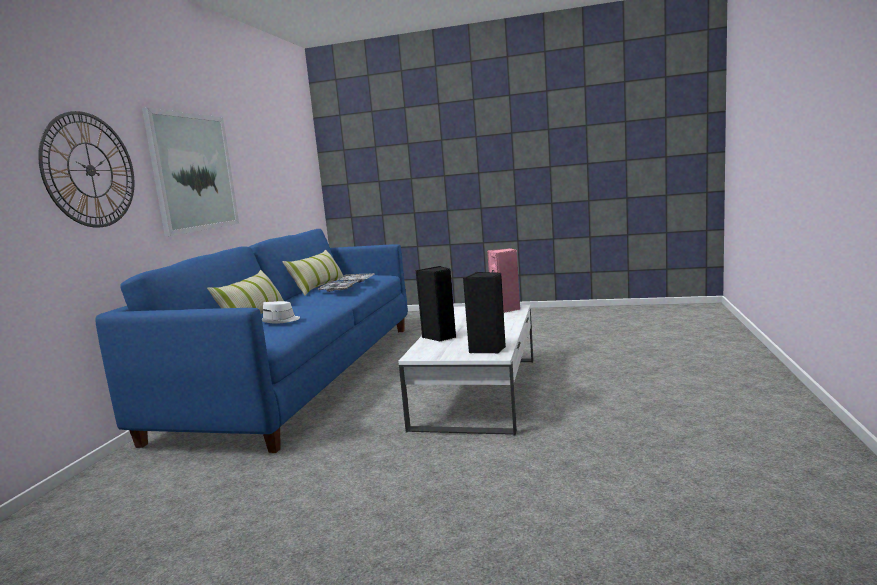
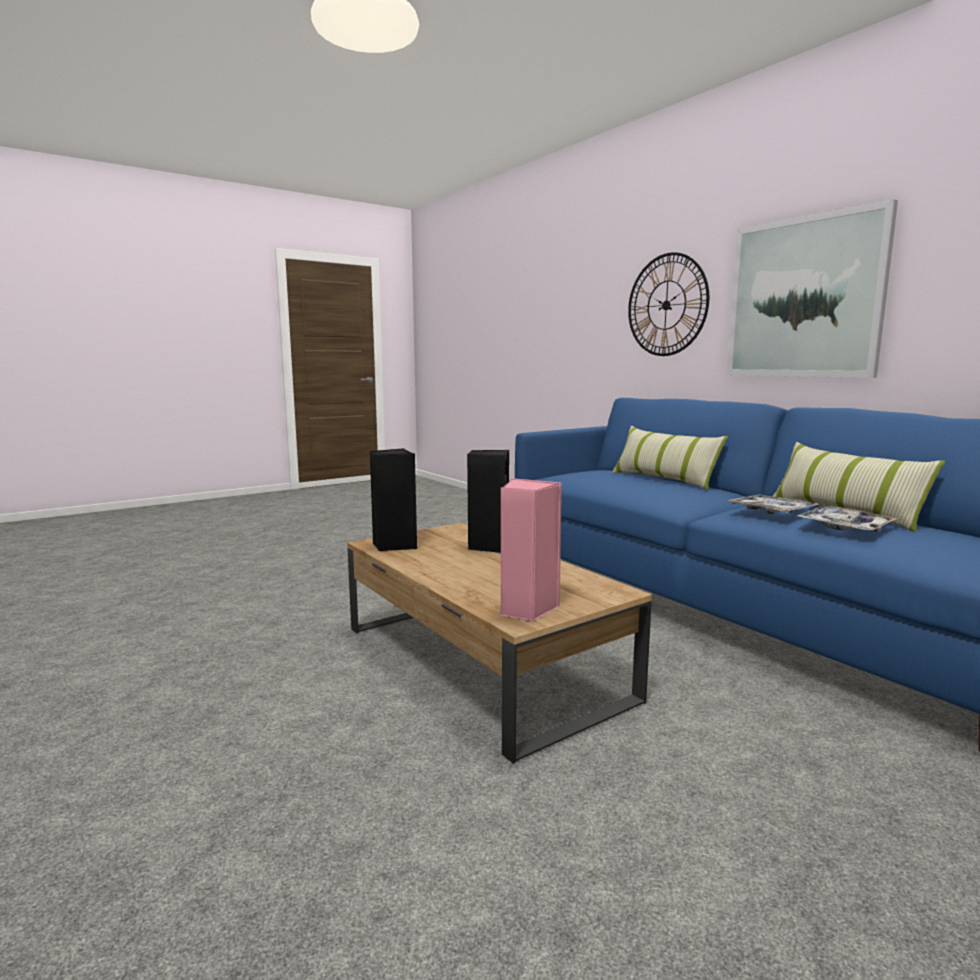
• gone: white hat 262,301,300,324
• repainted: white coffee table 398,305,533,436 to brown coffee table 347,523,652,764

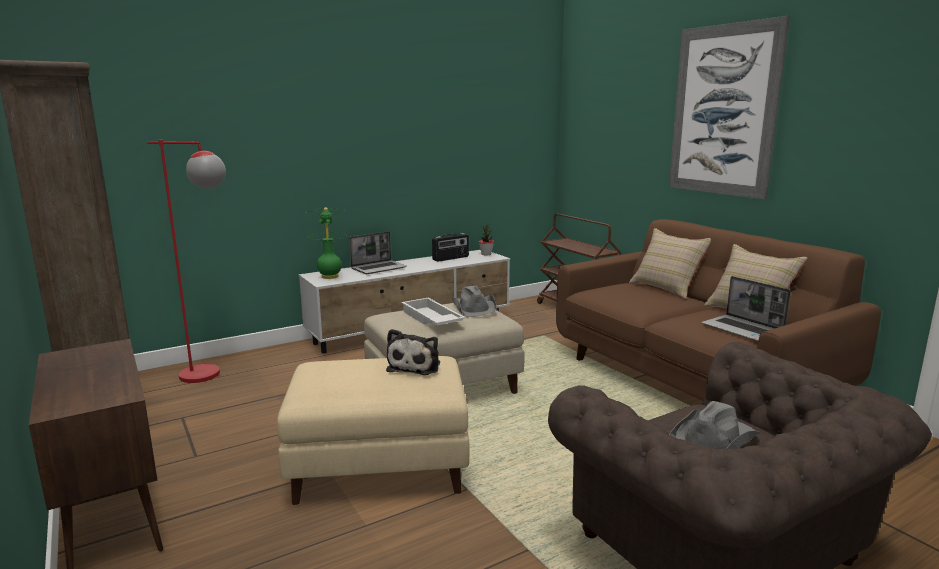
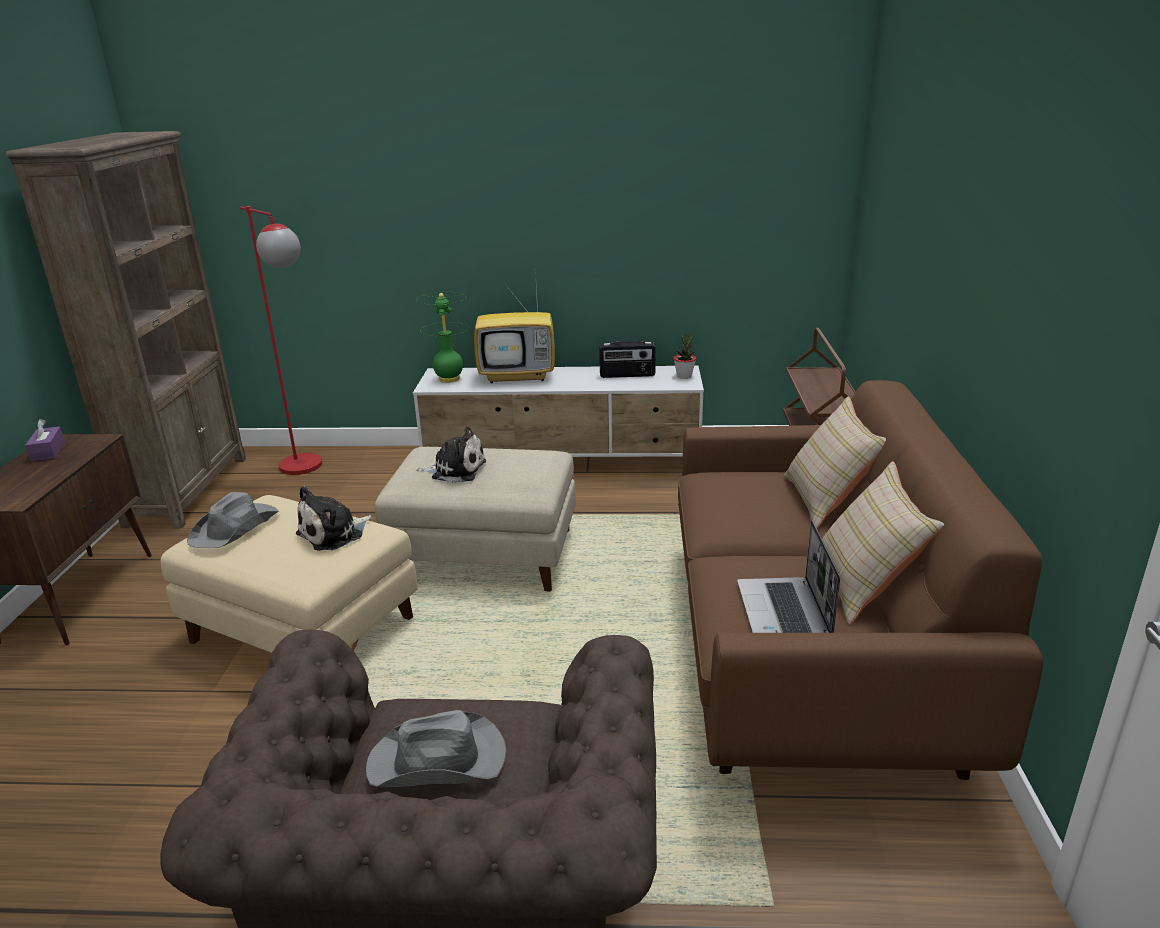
• swapped: laptop 349,231,407,274 to television 474,270,555,383
• swapped: white tray 401,298,465,325 to plush toy 416,427,486,483
• shifted: grey hat 452,286,497,317 to 187,492,279,548
• gone: picture 669,16,790,200
• new: purple tissue box 25,419,65,462

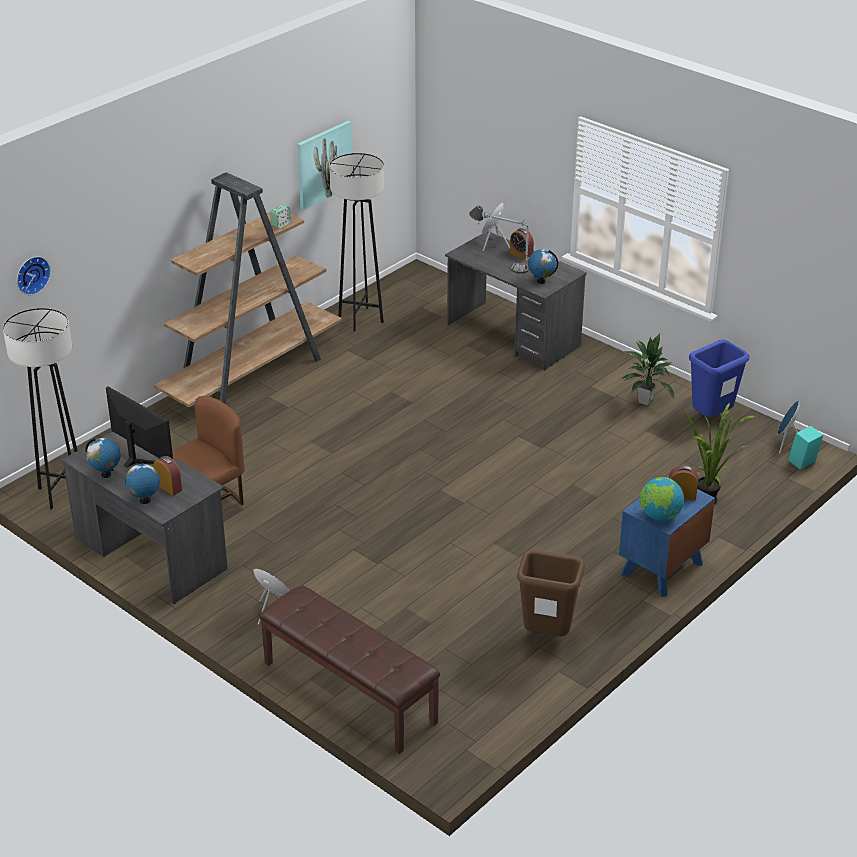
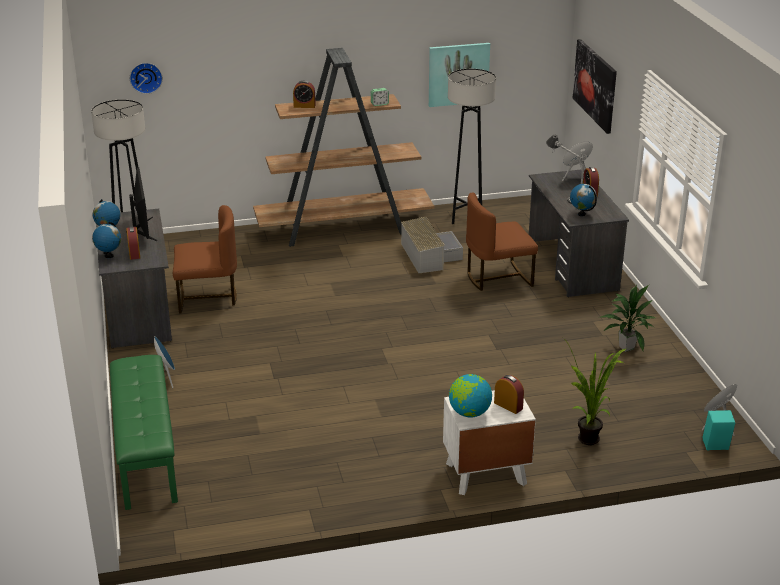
• repainted: brown bench 259,585,440,754 to green bench 110,355,178,510
• gone: brown trash can 517,549,585,636
• repainted: blue nightstand 619,475,715,597 to white nightstand 443,390,536,495
• gone: blue trash can 689,340,749,417
• new: alarm clock 293,81,316,108
• new: grey storage box 401,217,463,273
• new: brown chair 466,192,538,291
• new: picture 573,39,617,134

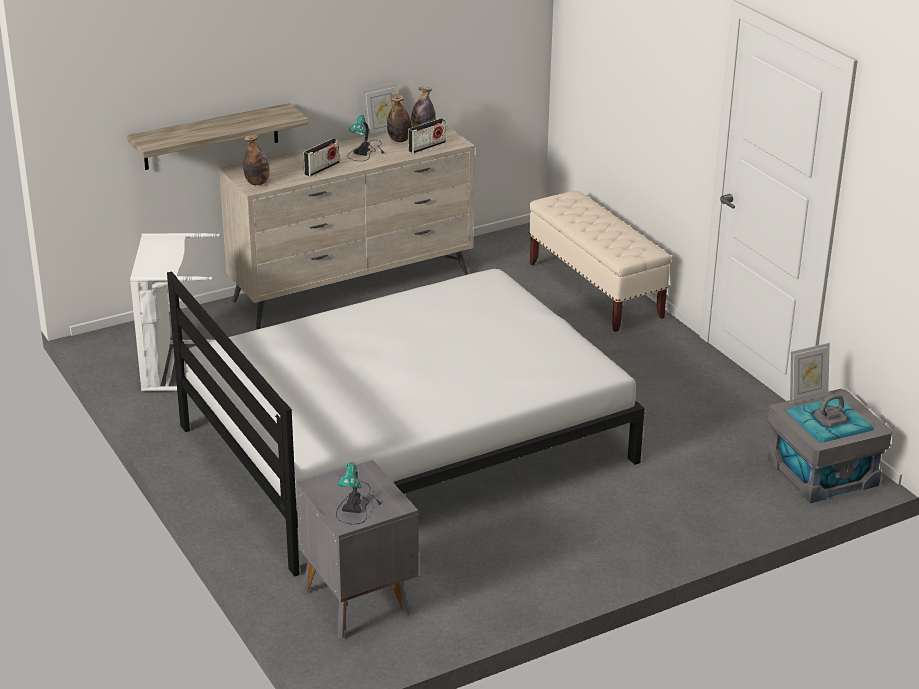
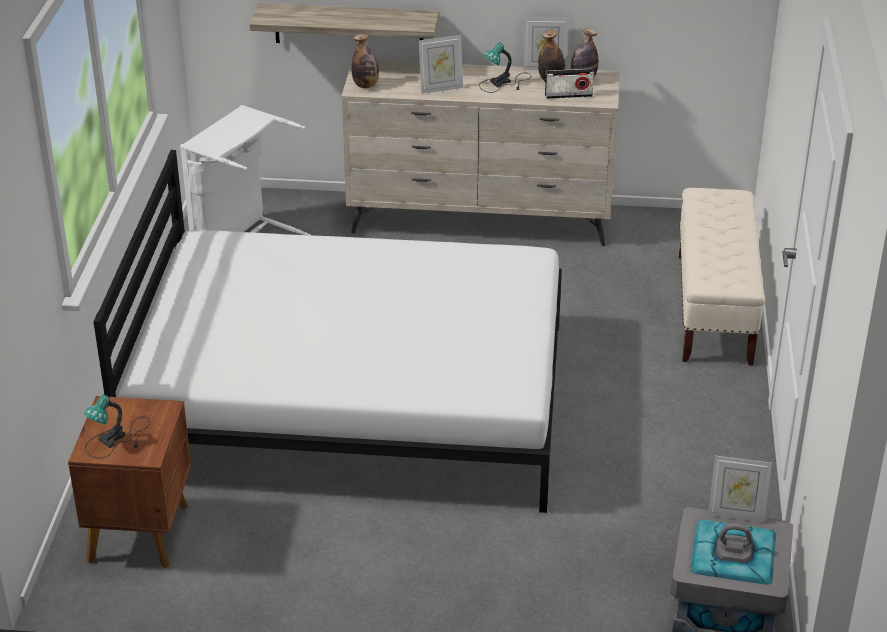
• repainted: grey nightstand 296,460,419,639 to brown nightstand 68,396,191,568
• swapped: radio 303,138,339,177 to picture frame 419,35,463,94

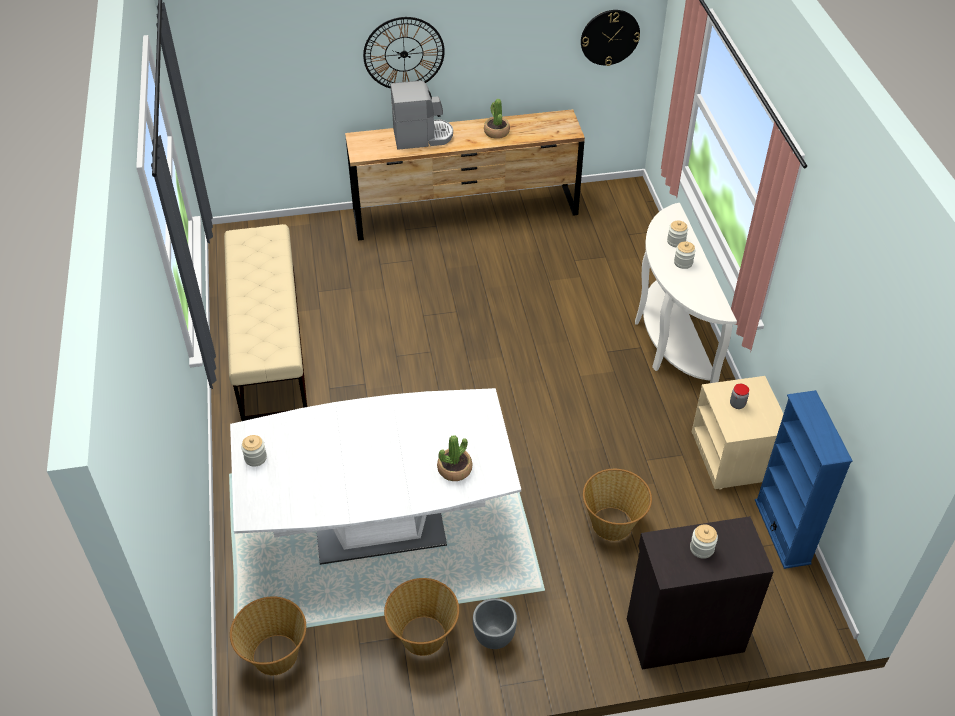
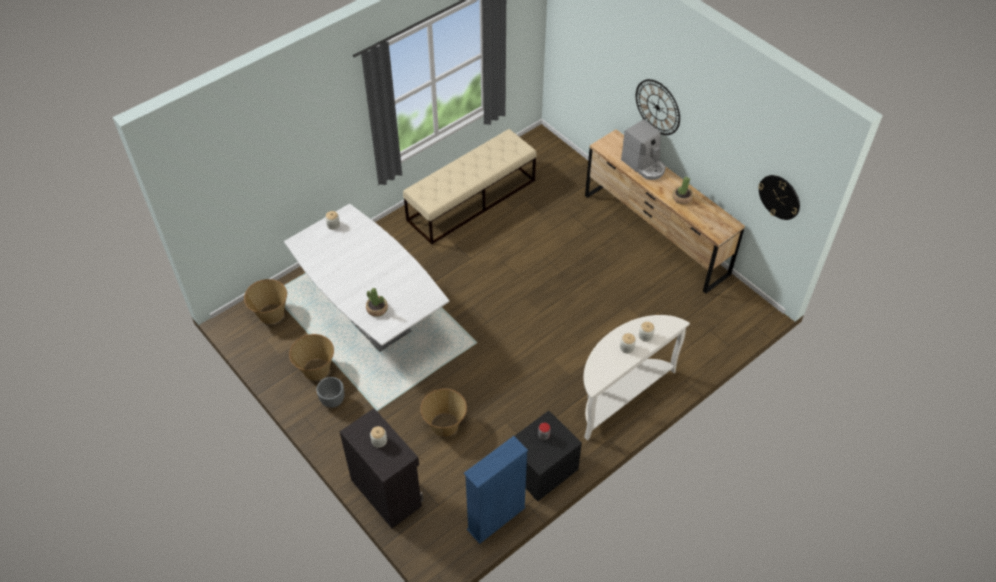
• repainted: beige nightstand 692,376,783,490 to black nightstand 515,410,582,501

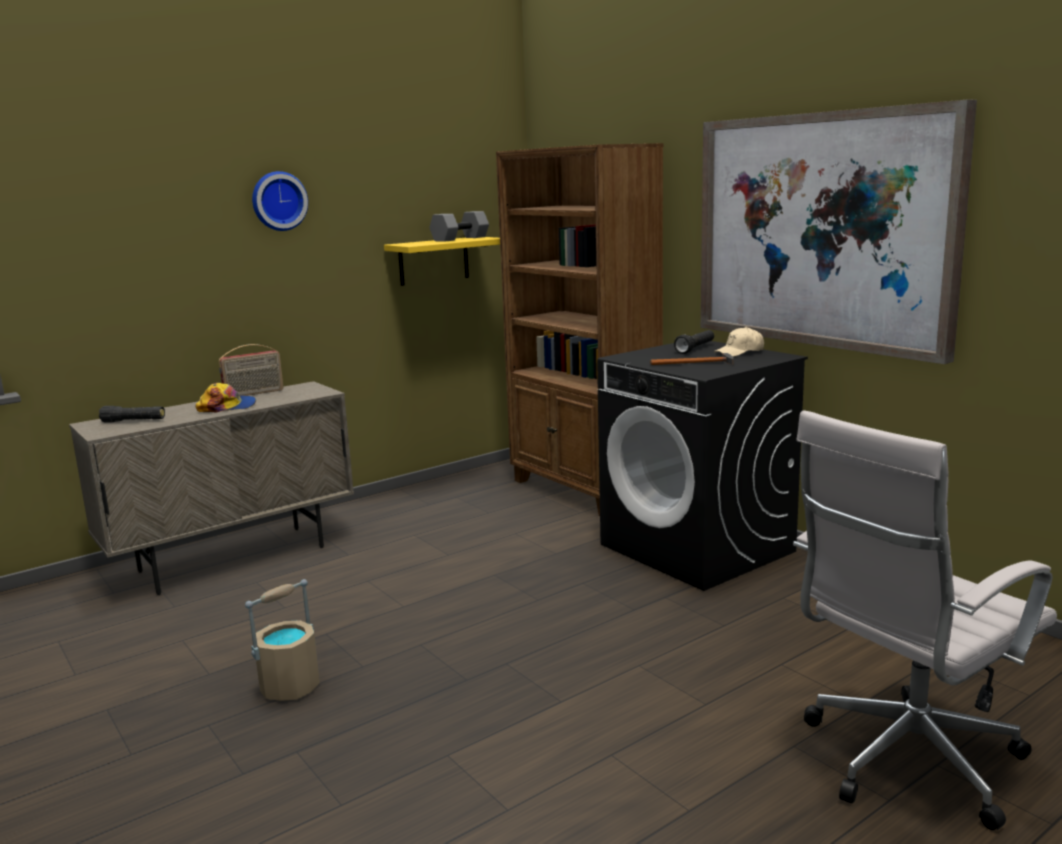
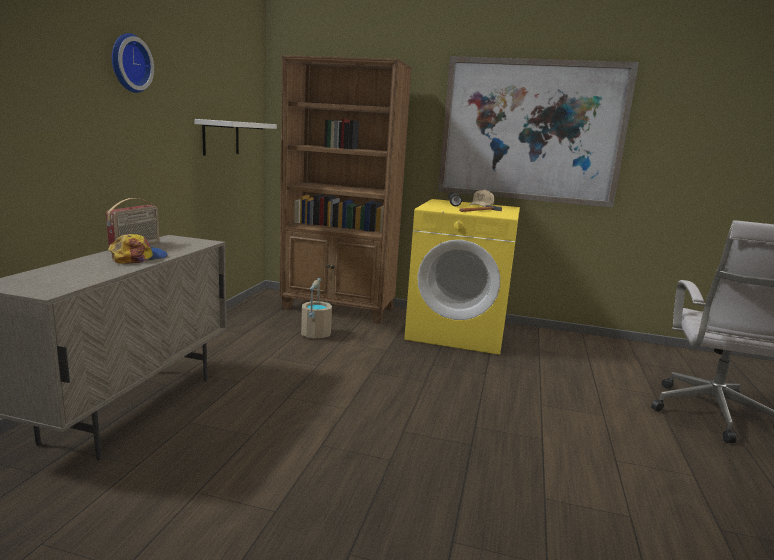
• gone: black flashlight 99,406,165,423
• shifted: beige bucket 245,579,320,701 to 301,278,332,339
• repainted: yellow shelf 384,237,500,286 to white shelf 194,119,277,156
• gone: grey dumbbell 429,211,489,242
• repainted: black washing machine 597,341,808,591 to yellow washing machine 404,199,520,355

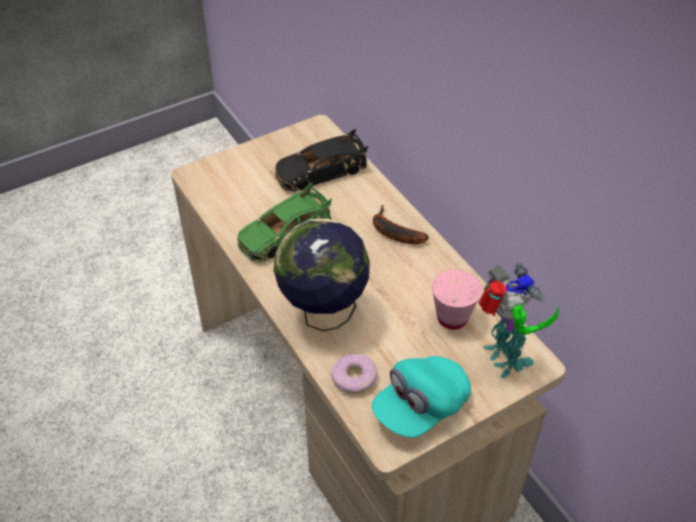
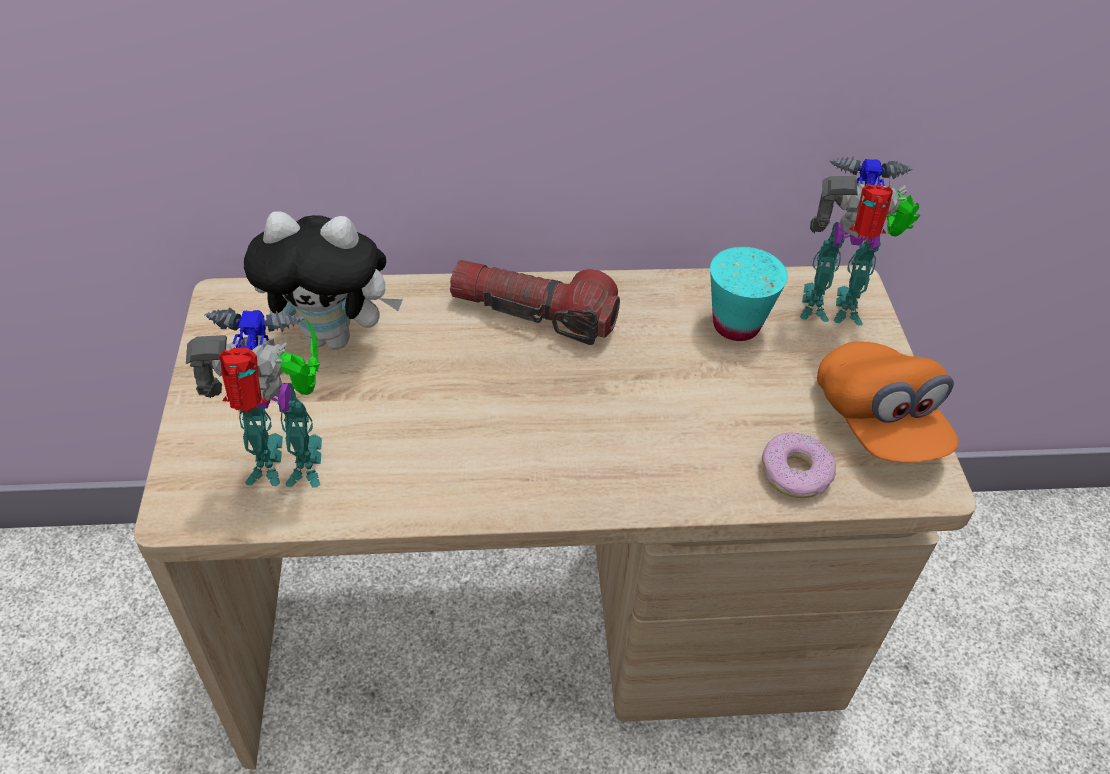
• gone: green toy car 237,183,332,262
• gone: globe 273,219,370,331
• swapped: black toy car 275,129,369,192 to plush toy 244,211,403,350
• repainted: turquoise cap 372,356,471,438 to orange cap 817,341,959,463
• swapped: banana 373,205,429,244 to flashlight 450,260,620,345
• repainted: pink cup 432,269,482,330 to turquoise cup 710,247,788,341
• new: toy robot 186,307,322,488

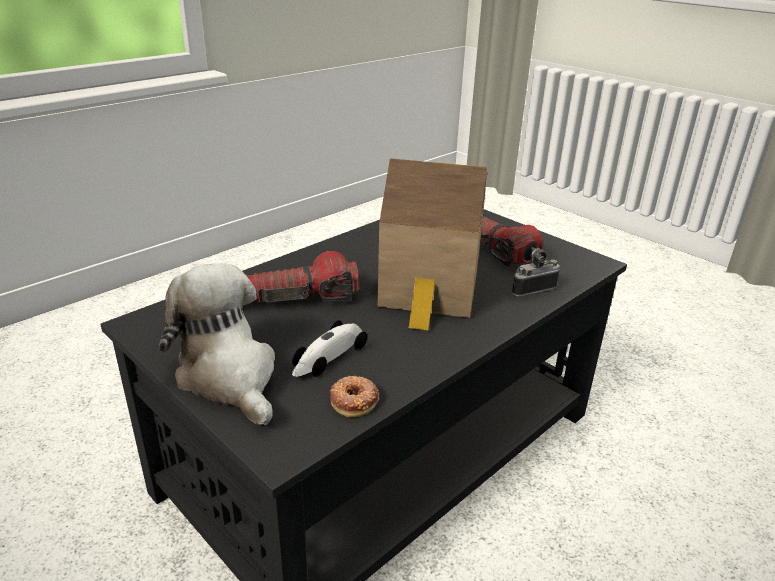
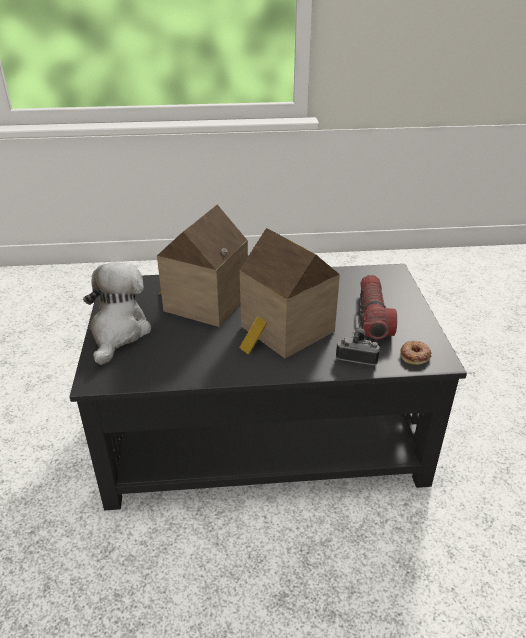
• swapped: flashlight 246,251,359,305 to toy house 157,204,248,327
• gone: toy car 292,320,367,377
• shifted: donut 330,376,379,417 to 400,341,431,365

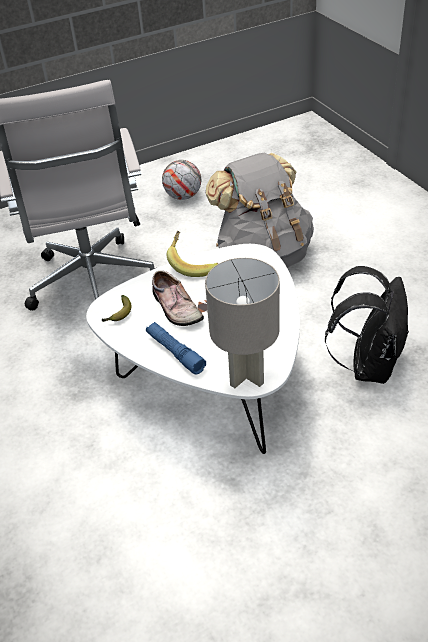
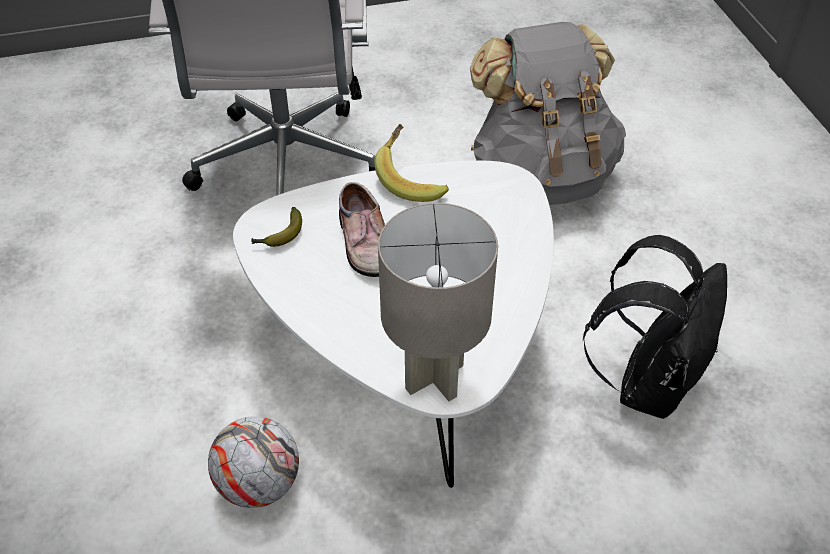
• gone: blue flashlight 146,322,206,375
• shifted: football 162,160,201,200 to 208,416,299,508

